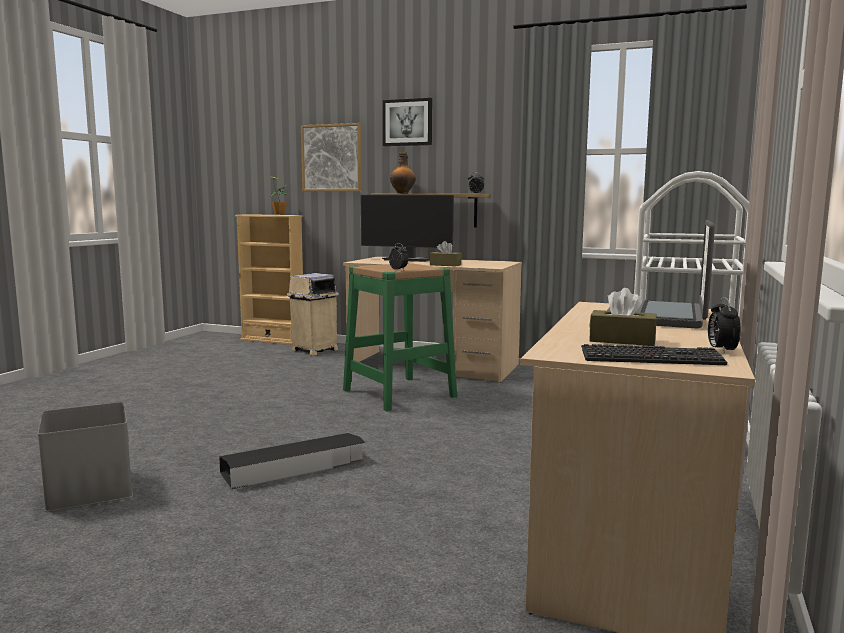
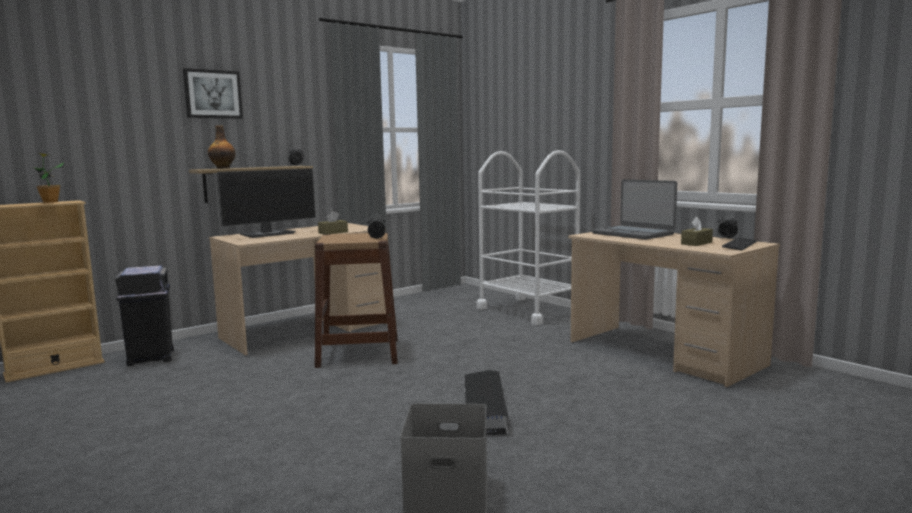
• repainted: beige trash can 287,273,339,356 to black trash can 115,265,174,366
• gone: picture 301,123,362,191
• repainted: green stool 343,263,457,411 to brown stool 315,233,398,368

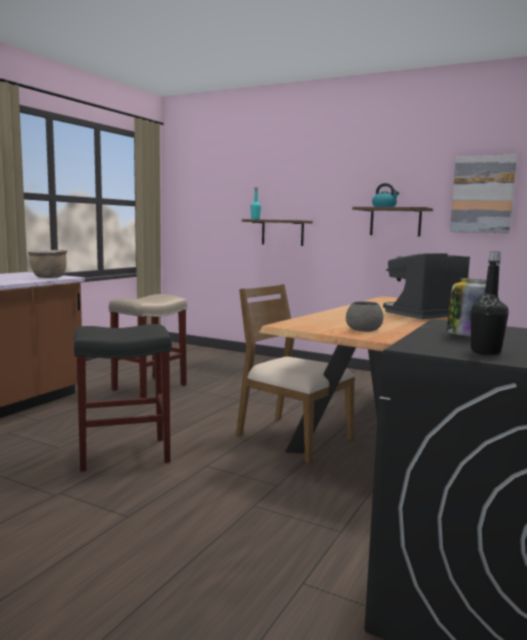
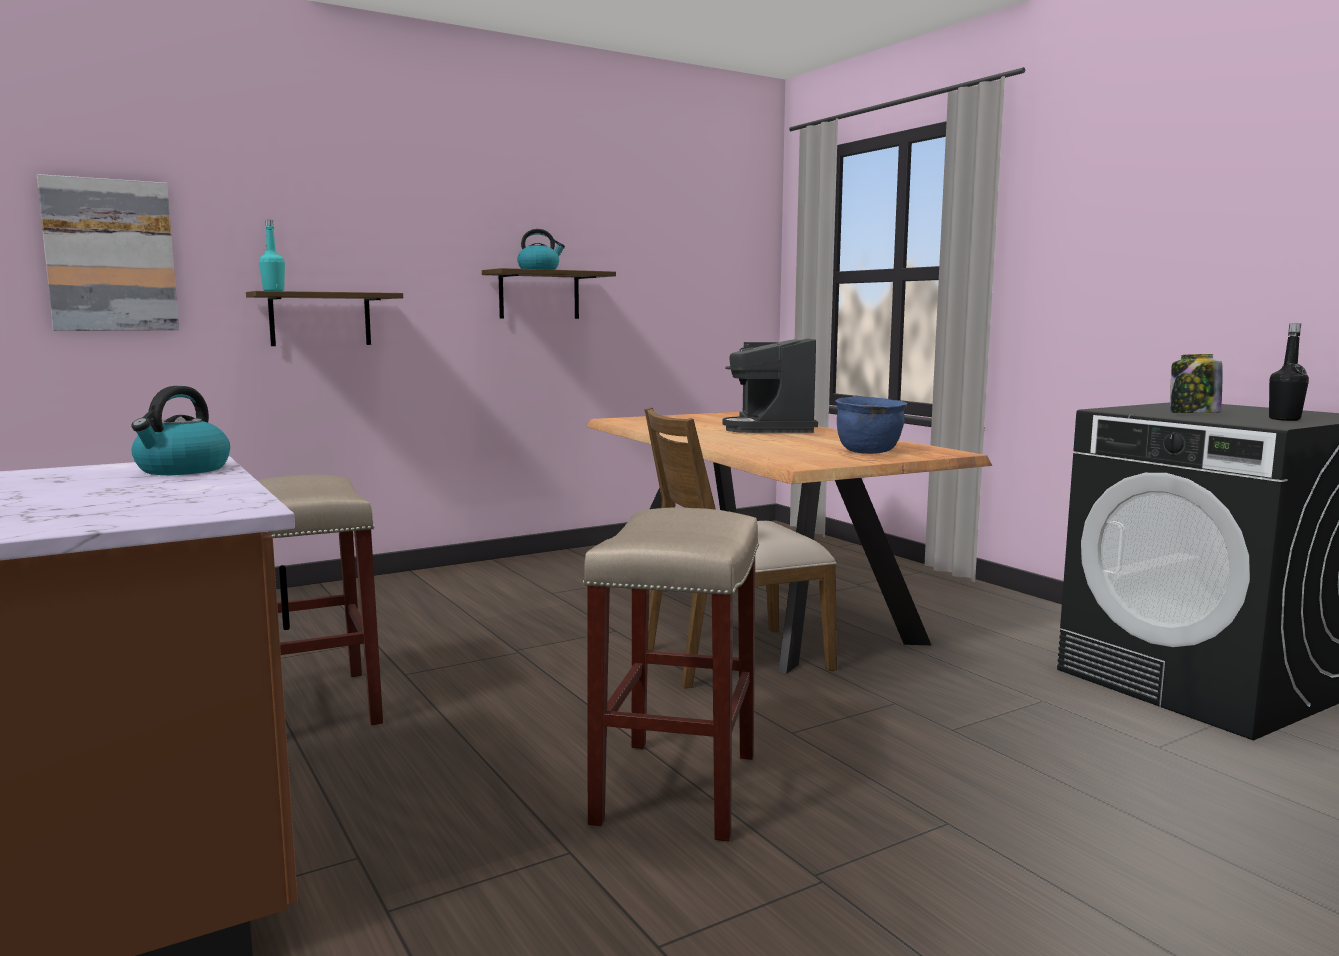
• swapped: brown cooking pot 28,250,67,278 to kettle 131,386,230,475
• repainted: black stool 74,324,172,472 to beige stool 583,508,759,841
• swapped: grey bowl 346,301,383,332 to blue cooking pot 836,396,907,454
• shifted: picture 450,154,517,234 to 37,174,179,331

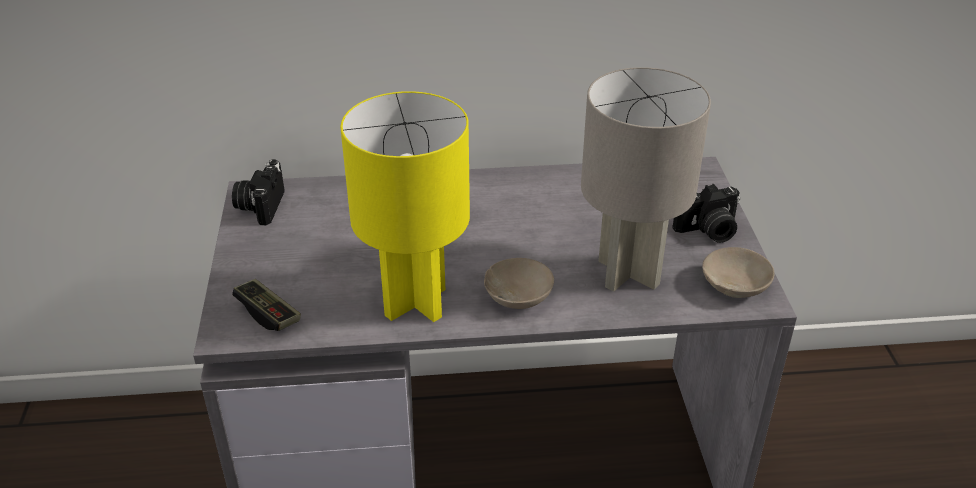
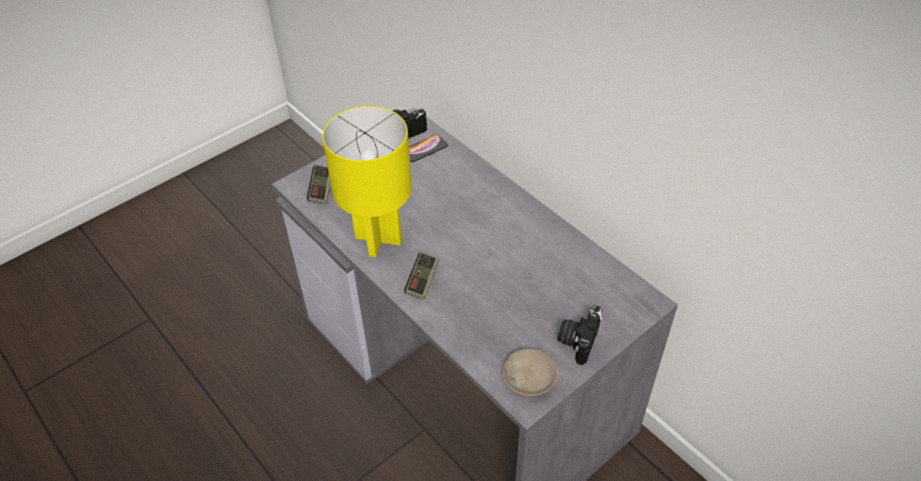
• swapped: beige bowl 484,258,554,309 to game controller 404,252,439,300
• gone: grey table lamp 581,67,711,292
• rotated: photo camera 672,184,740,243 = 557,305,602,365 75 degrees clockwise
• new: phone 409,134,448,162

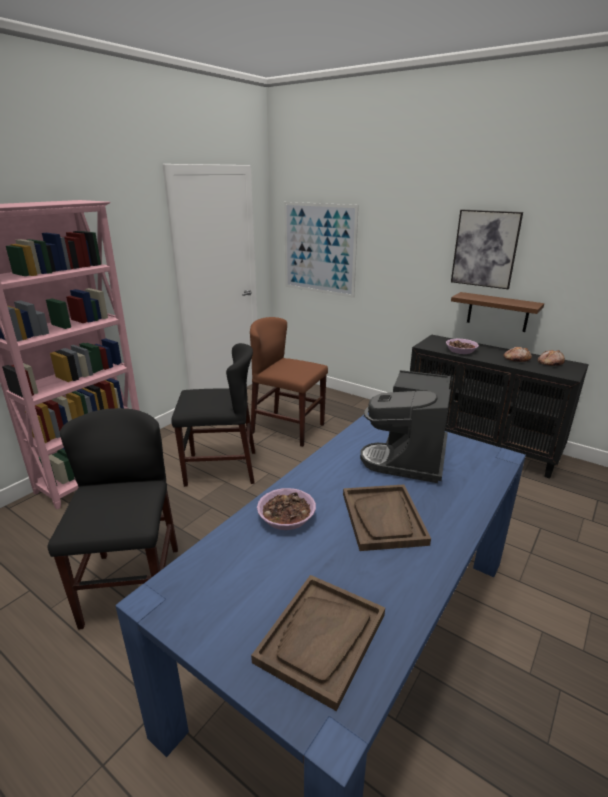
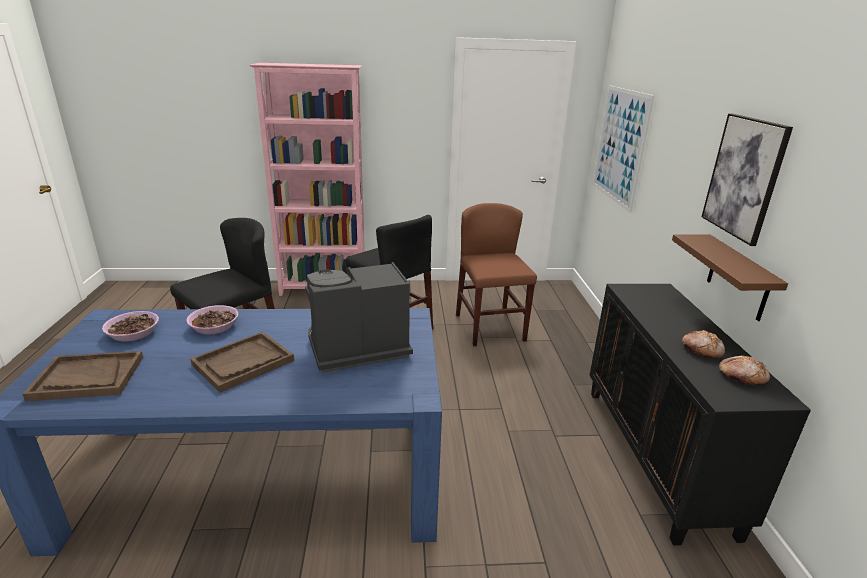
• shifted: bowl 446,339,479,354 to 102,311,159,342

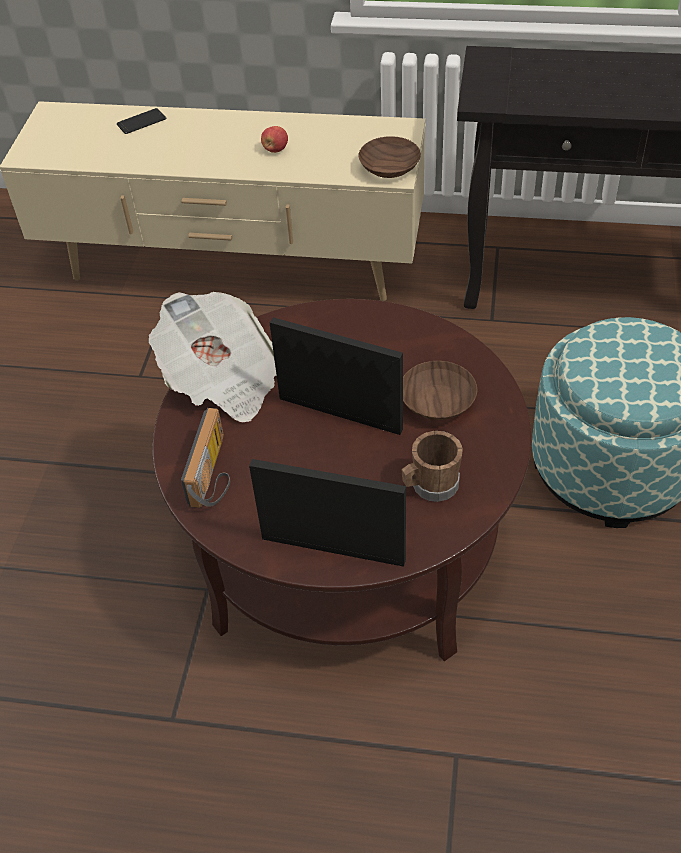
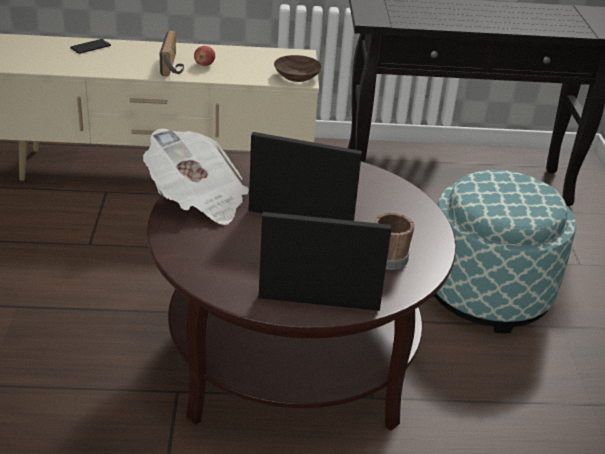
• shifted: radio 181,408,230,508 to 160,31,184,76
• gone: brown bowl 403,361,478,420

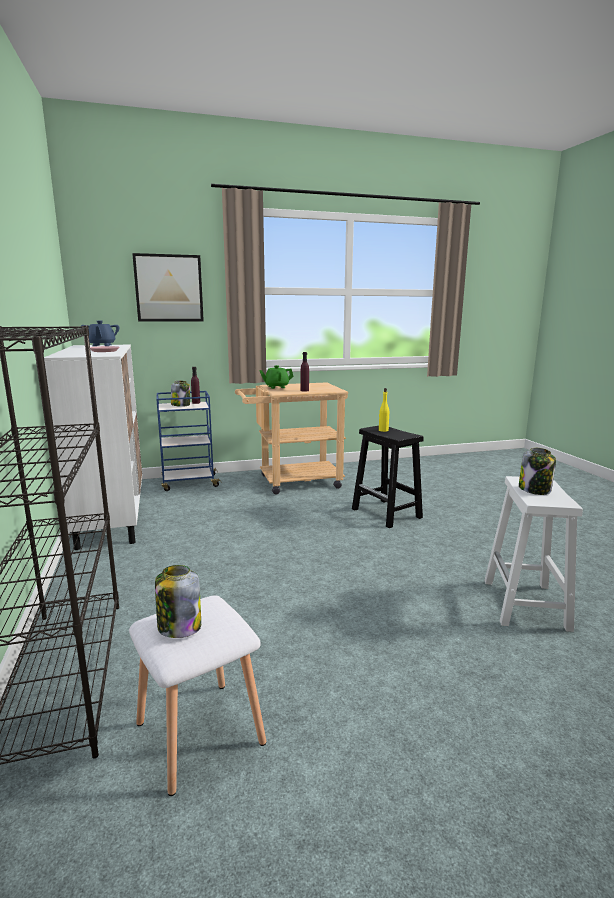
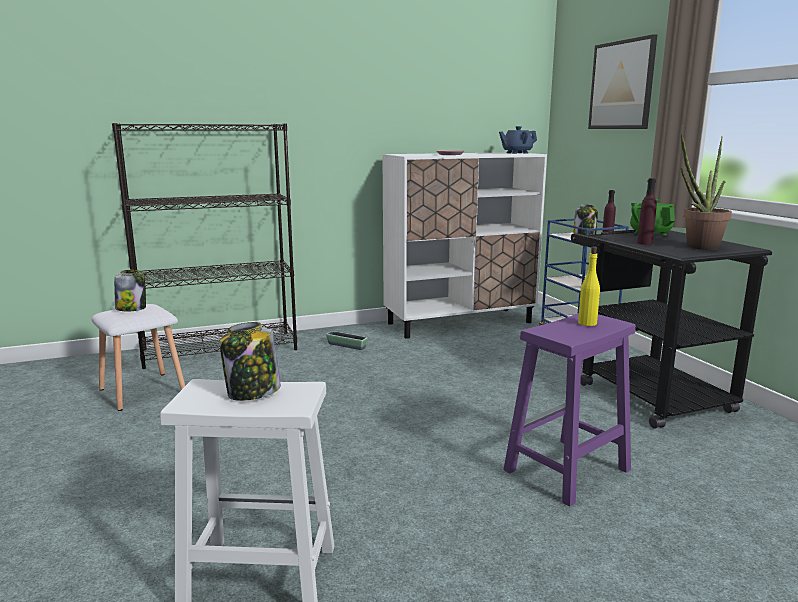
• repainted: beige cart 235,382,348,495 to black cart 571,229,772,429
• repainted: black stool 352,426,424,528 to purple stool 503,313,636,507
• new: planter 326,331,368,350
• new: potted plant 681,134,732,250

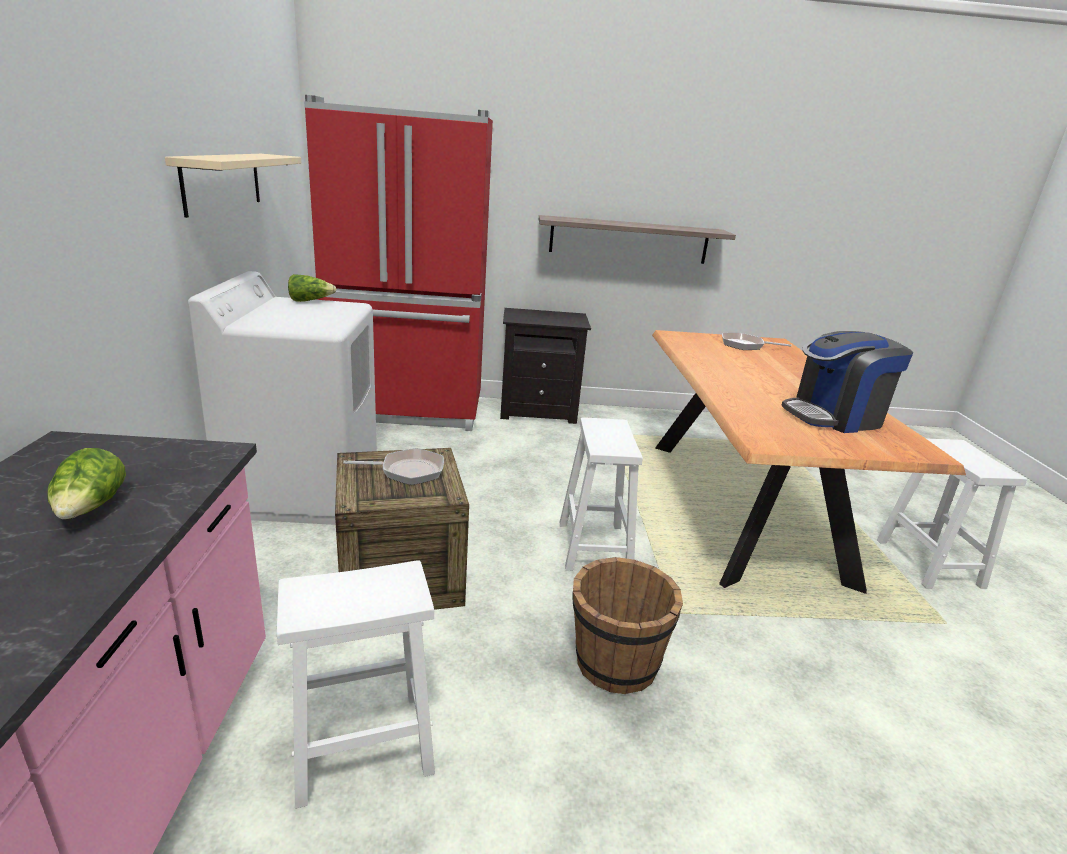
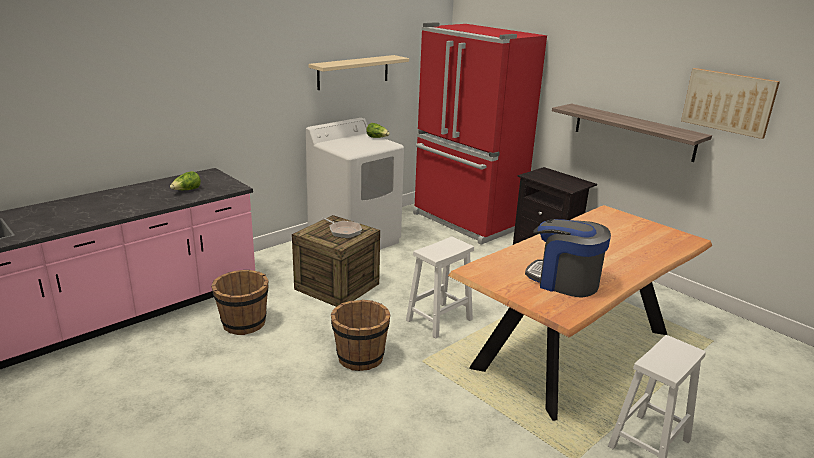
• swapped: white stool 277,560,435,809 to brown bucket 211,270,269,335
• gone: frying pan 722,332,791,350
• new: picture 681,68,780,139

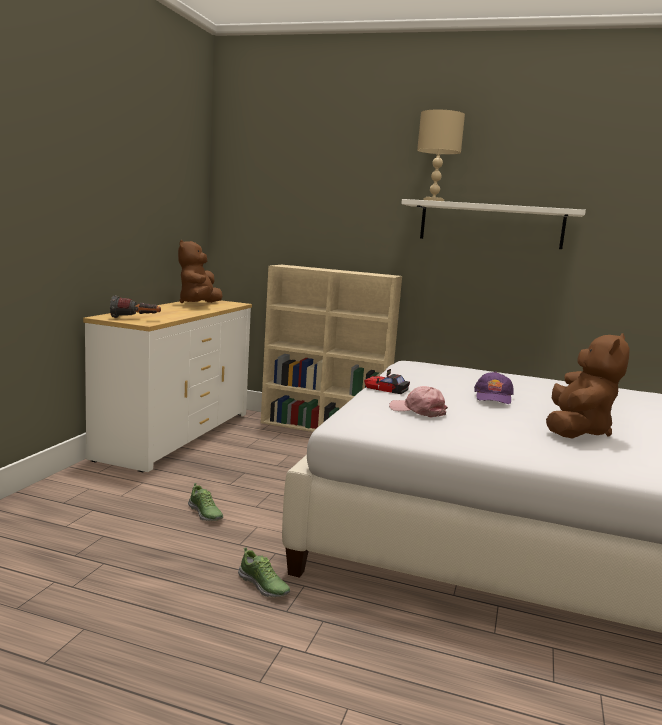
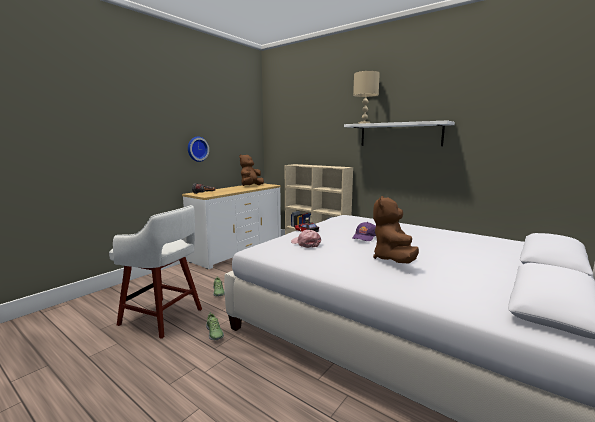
• rotated: brown plush toy 546,333,630,439 = 373,196,419,263 150 degrees clockwise
• new: white stool 109,205,202,339
• new: wall clock 188,137,209,162

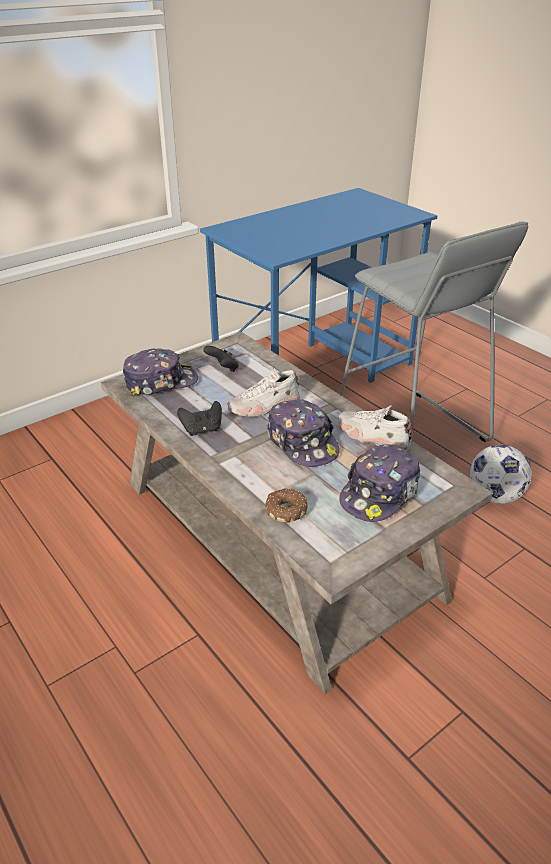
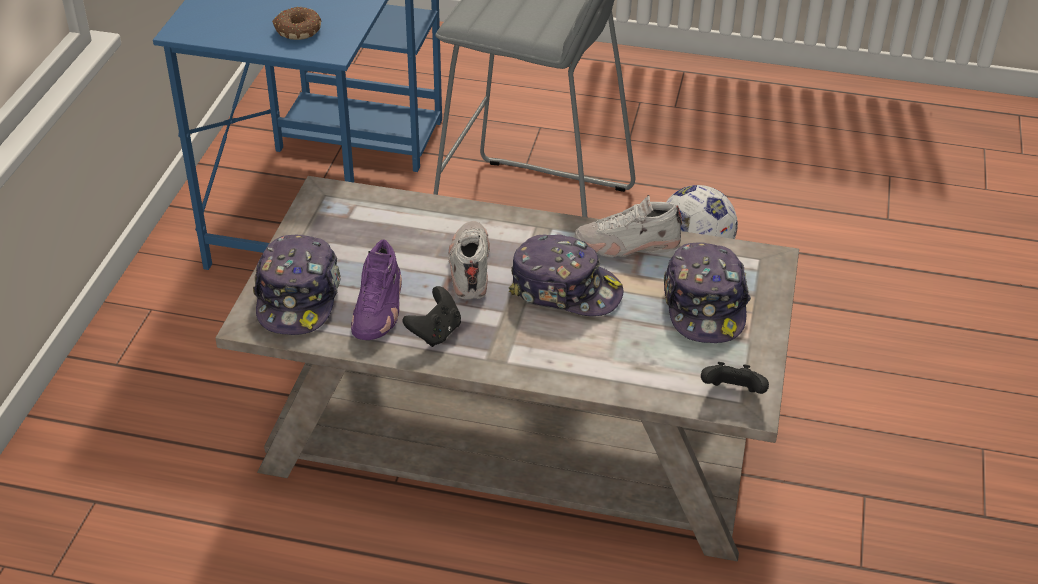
• rotated: cap 123,349,198,396 = 253,235,341,335 150 degrees clockwise
• shifted: black game controller 203,346,239,372 to 701,362,769,394
• rotated: white shoe 227,368,300,417 = 448,221,490,299 150 degrees clockwise
• shifted: donut 265,488,308,523 to 272,6,321,40
• new: purple shoe 351,239,402,340

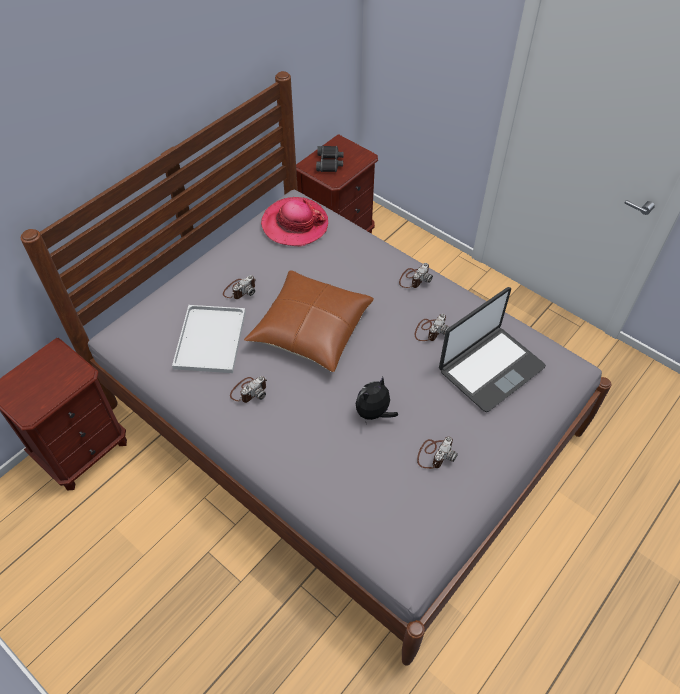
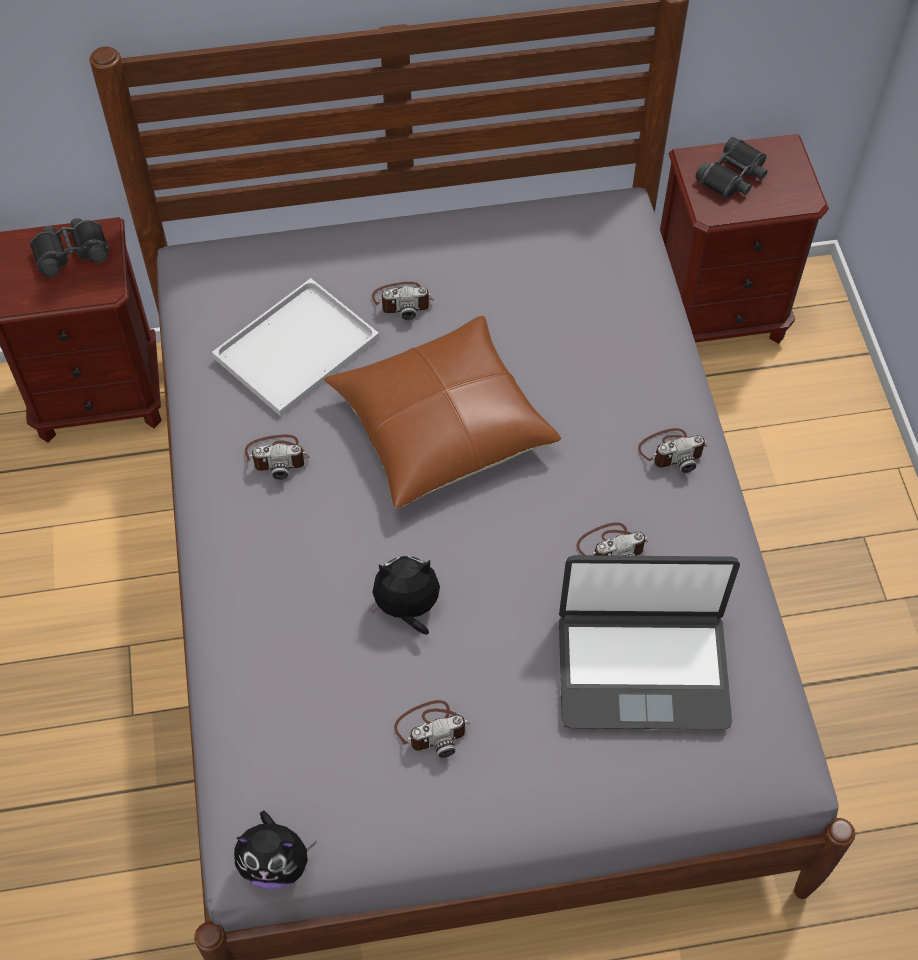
• gone: hat 261,197,328,247
• new: black binoculars 30,218,109,277
• new: plush toy 234,811,317,889

